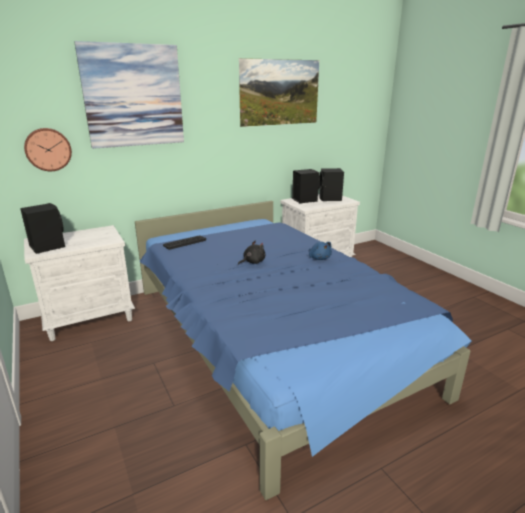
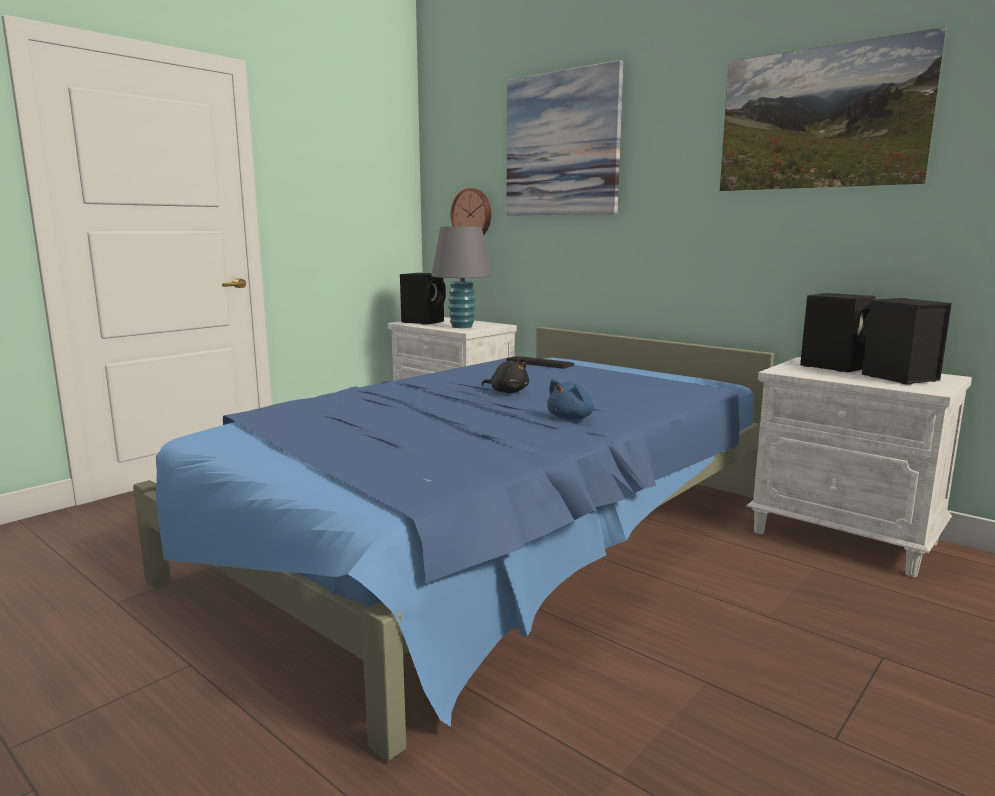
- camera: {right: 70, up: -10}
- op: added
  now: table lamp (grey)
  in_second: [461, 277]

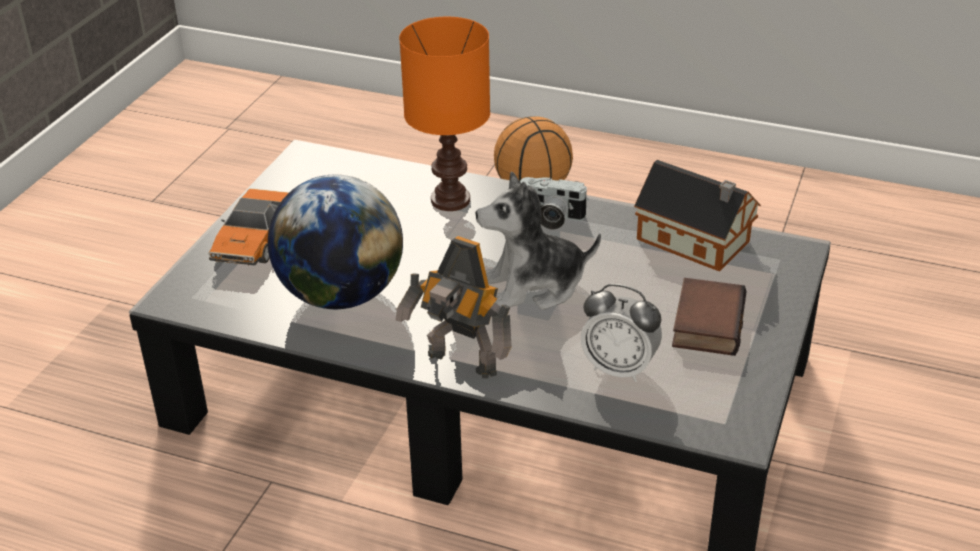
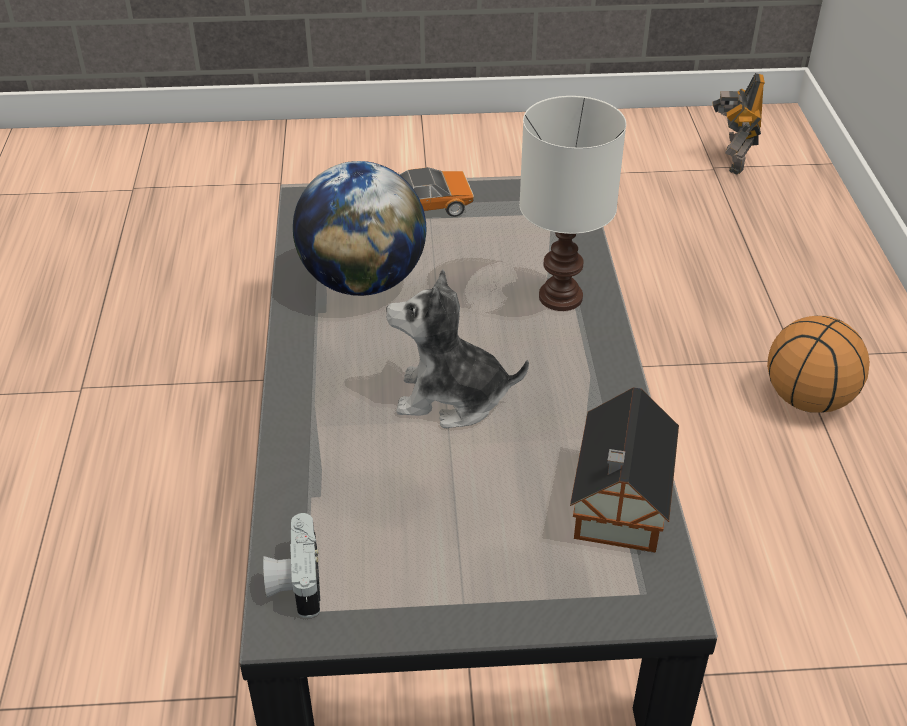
- camera: {right: 65, up: 5}
- op: removed
  was: alarm clock
  in_first: [621, 333]
- op: removed
  was: book
  in_first: [709, 317]
- op: moved
  was: toy robot
  in_first: [453, 307]
  in_second: [738, 124]
- op: moved
  was: photo camera
  in_first: [554, 203]
  in_second: [292, 565]
- op: recoloured
  was: table lamp (orange)
  now: table lamp (white)
  in_first: [444, 114]
  in_second: [572, 203]
- op: turned
  was: plush toy
  in_first: [538, 240]
  in_second: [457, 348]
  clockwise: -45

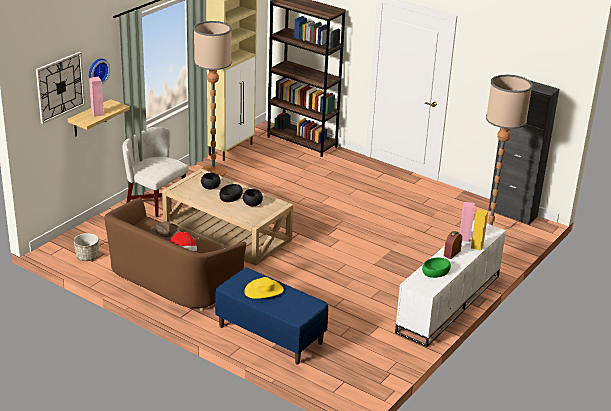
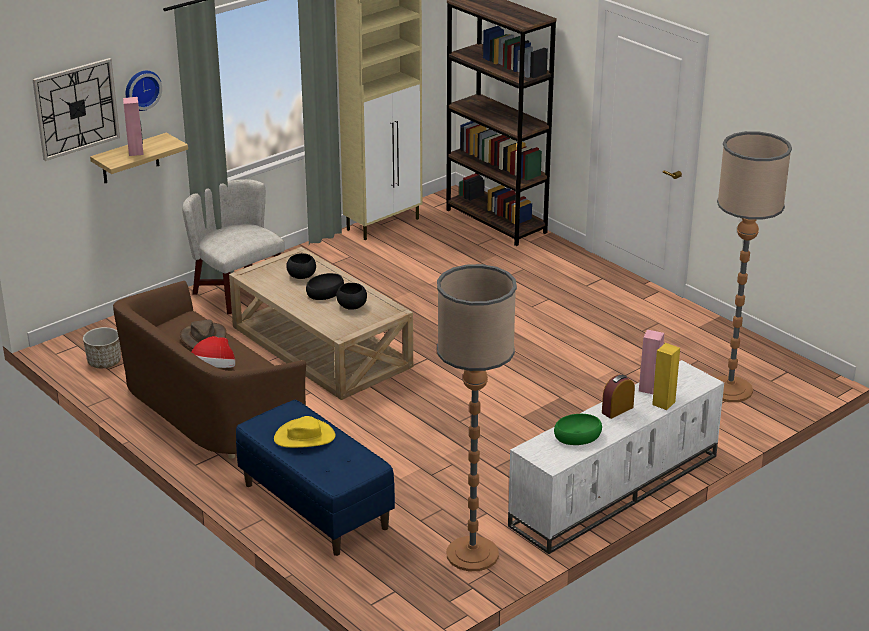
- camera: {right: 15, up: 0}
- op: removed
  was: cabinet (black)
  in_first: [523, 153]
- op: moved
  was: floor lamp
  in_first: [212, 99]
  in_second: [477, 417]

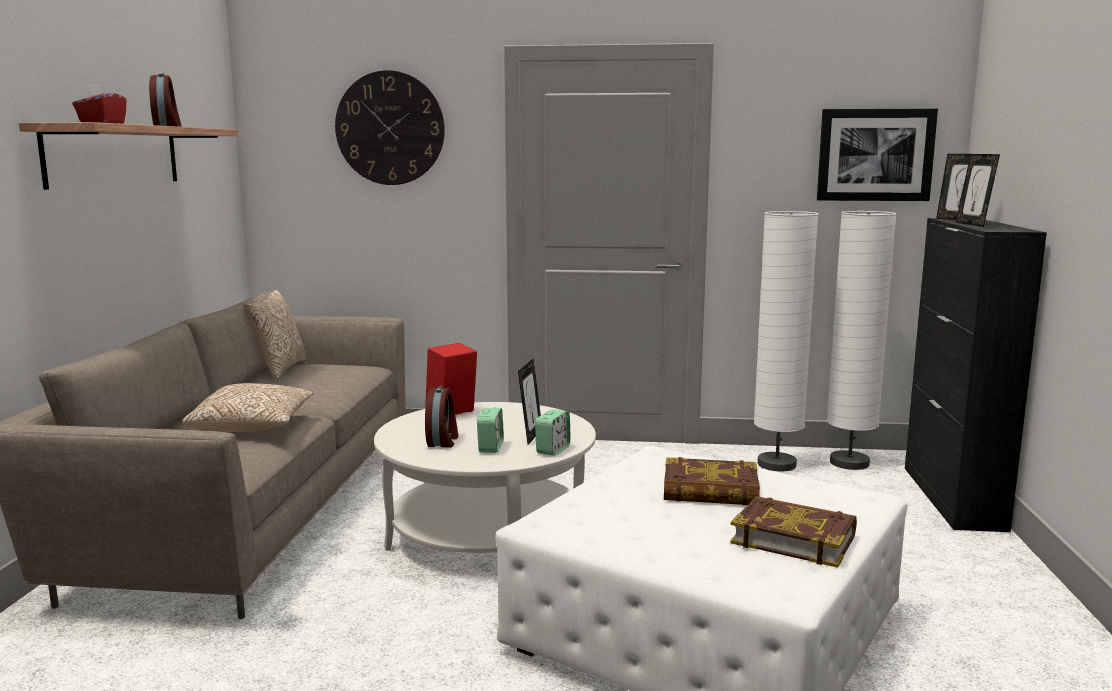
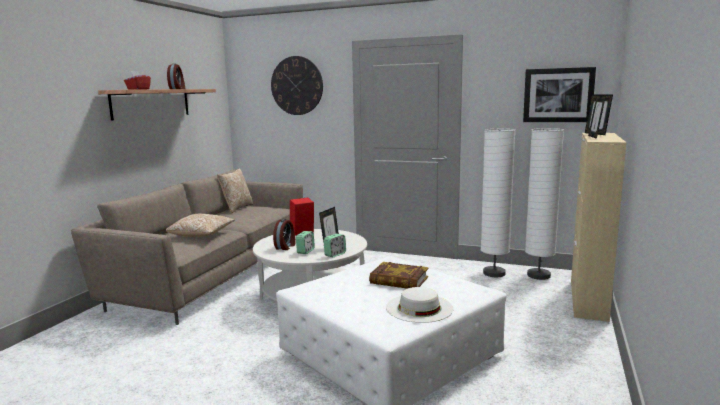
- camera: {right: 15, up: 0}
- op: replaced
  was: book
  now: hat (white)
  in_first: [793, 532]
  in_second: [419, 305]
- op: recoloured
  was: cabinet (black)
  now: cabinet (beige)
  in_first: [976, 375]
  in_second: [599, 227]

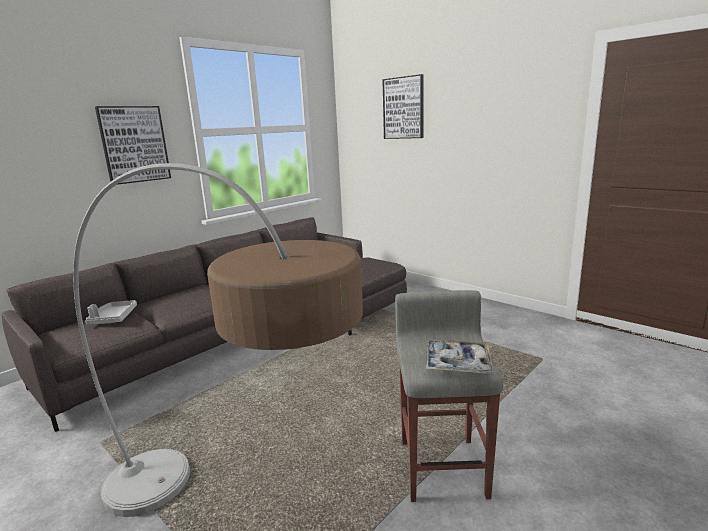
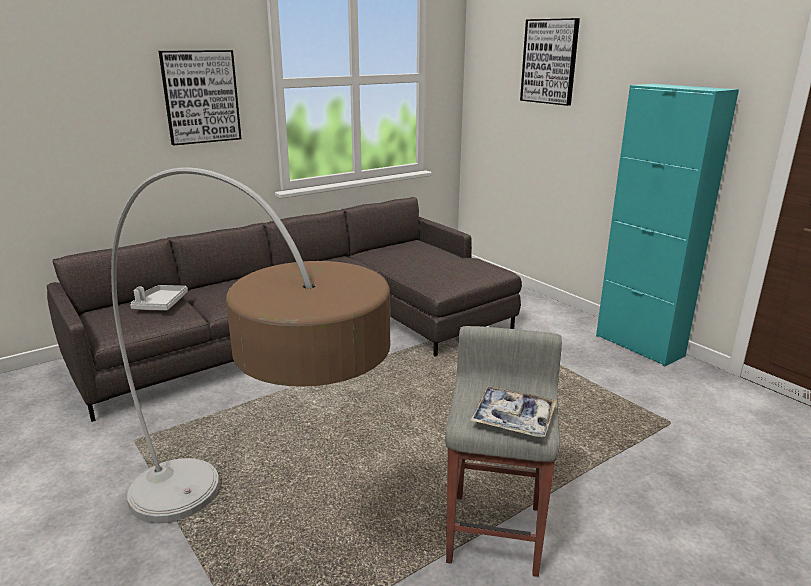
- camera: {right: 10, up: 5}
- op: added
  now: cabinet (turquoise)
  in_second: [667, 225]

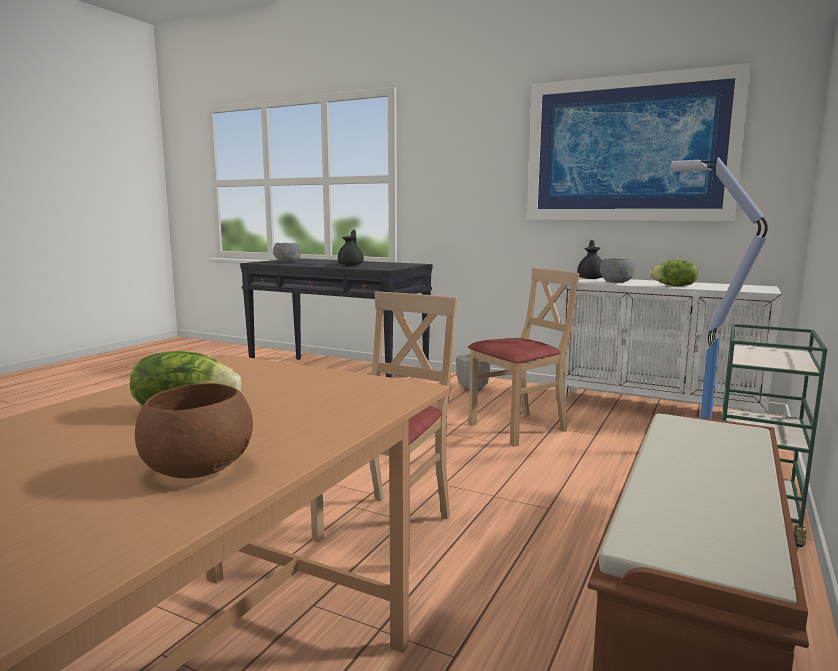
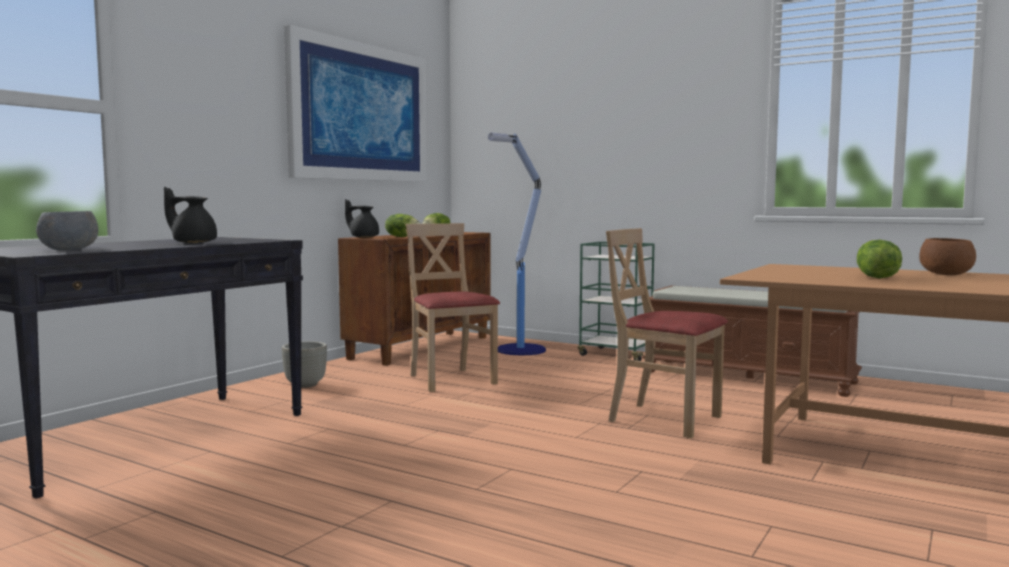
- camera: {right: -85, up: -5}
- op: replaced
  was: bowl (grey)
  now: lettuce
  in_first: [617, 270]
  in_second: [402, 225]
- op: recoloured
  was: cabinet (white)
  now: cabinet (brown)
  in_first: [670, 345]
  in_second: [414, 299]

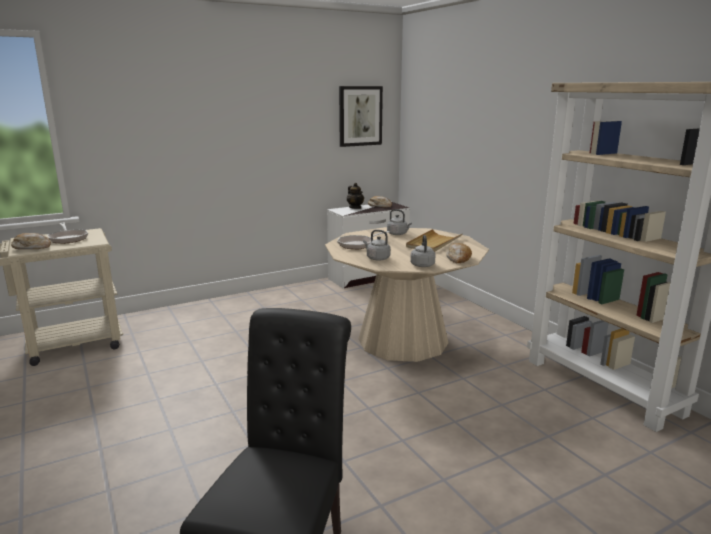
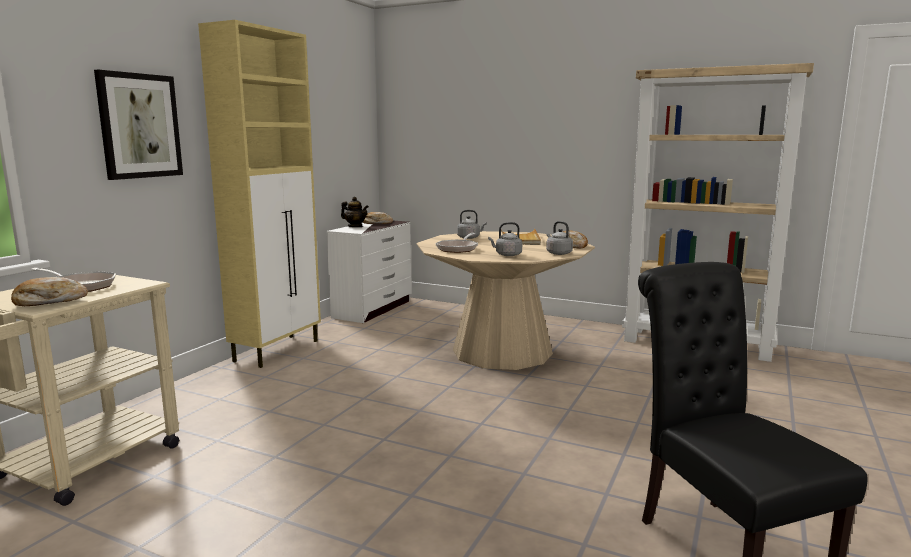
- camera: {right: -35, up: -5}
- op: added
  now: cabinet (beige)
  in_second: [259, 194]
- op: moved
  was: picture
  in_first: [361, 116]
  in_second: [138, 125]

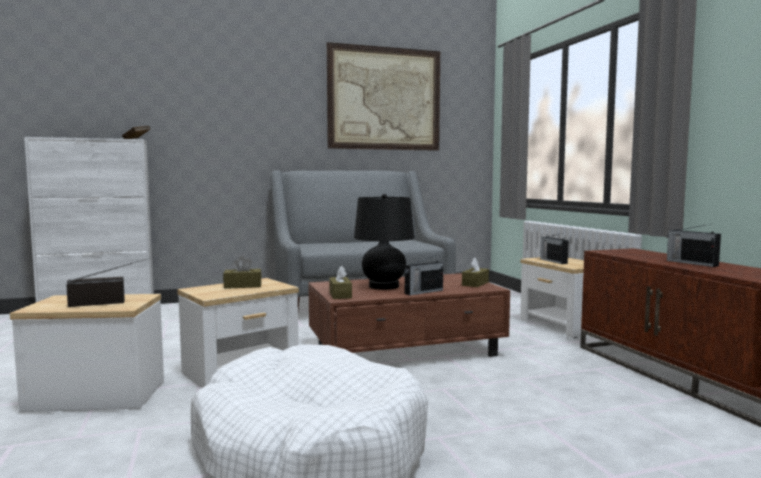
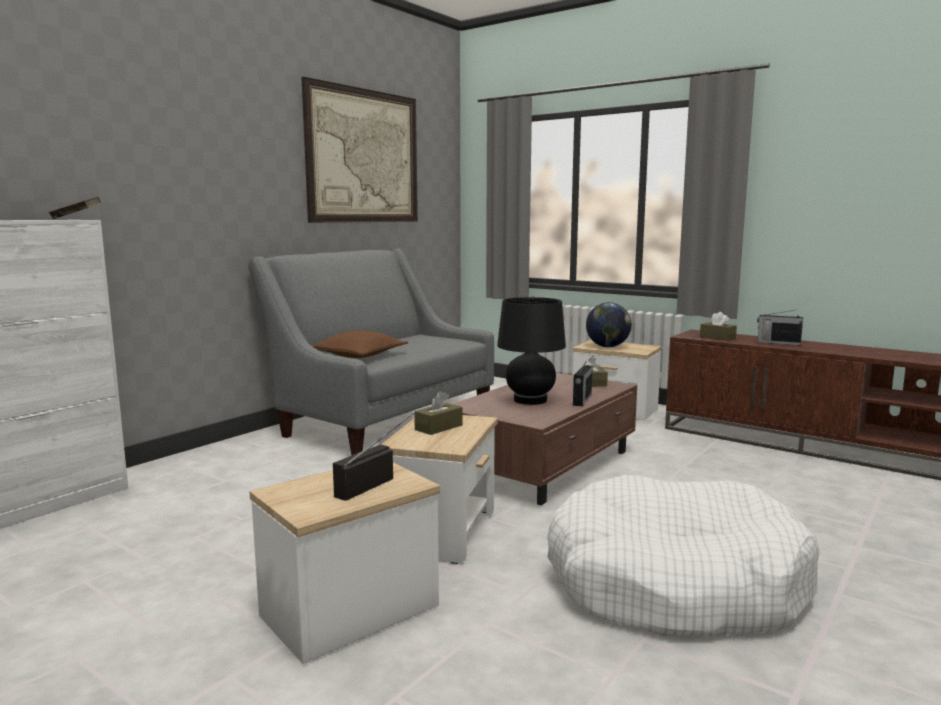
- camera: {right: -35, up: 5}
- op: added
  now: pillow (brown)
  in_second: [359, 344]
- op: moved
  was: tissue box (brown)
  in_first: [340, 282]
  in_second: [718, 326]
- op: replaced
  was: radio
  now: globe
  in_first: [554, 249]
  in_second: [609, 324]

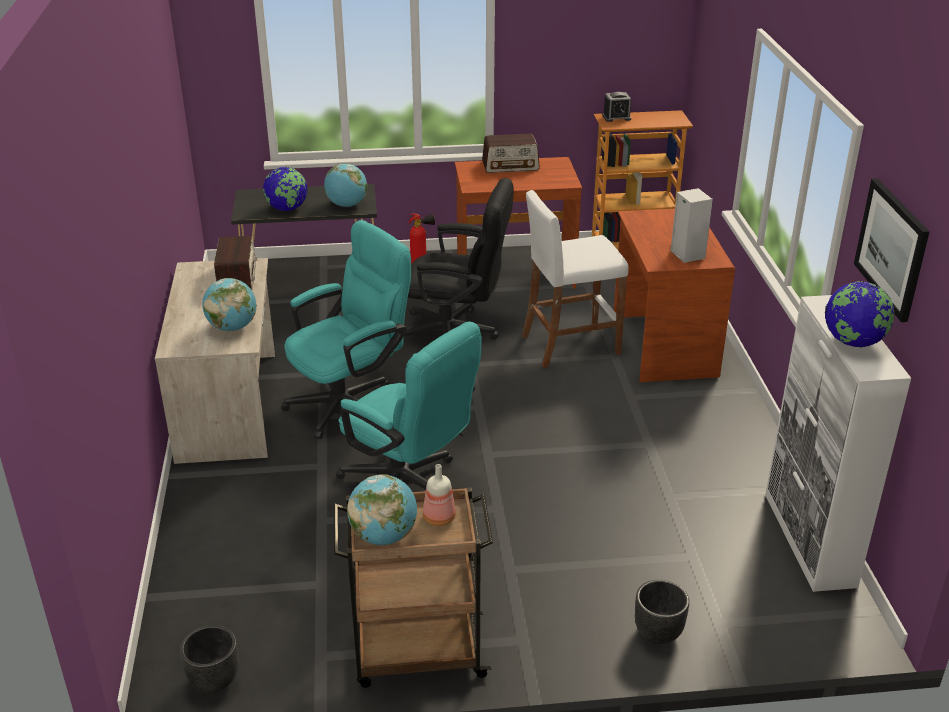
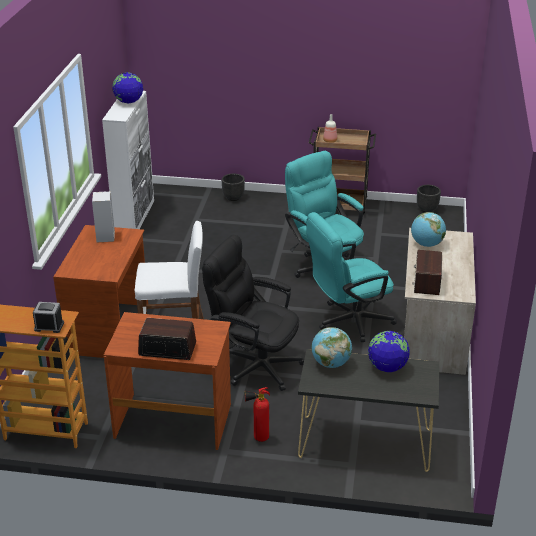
- camera: {right: -165, up: 0}
- op: removed
  was: globe
  in_first: [382, 509]
- op: removed
  was: picture
  in_first: [891, 250]

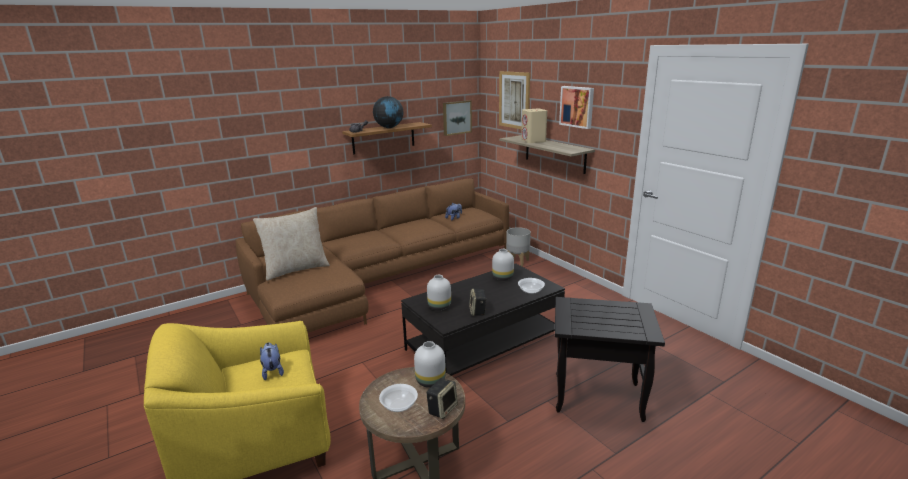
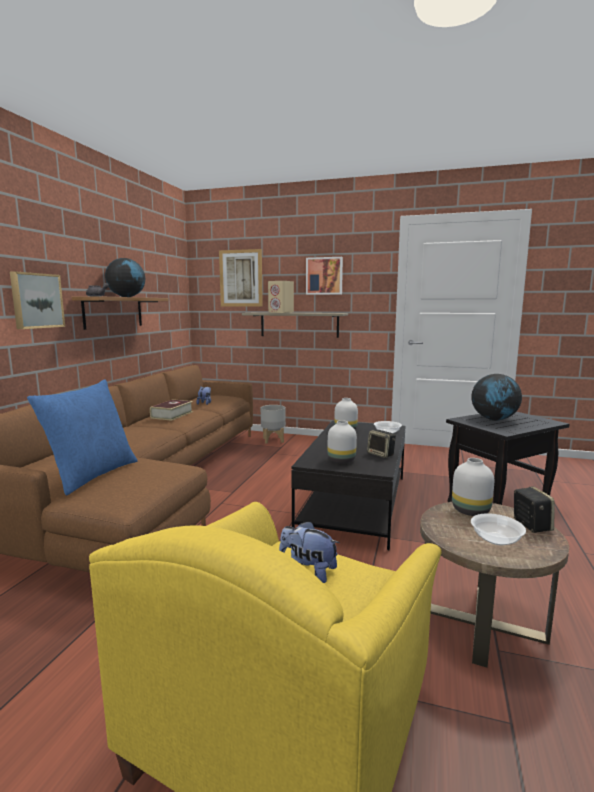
- camera: {right: -40, up: -10}
- op: added
  now: book
  in_second: [171, 410]
- op: added
  now: globe
  in_second: [496, 397]
- op: moved
  was: picture
  in_first: [457, 118]
  in_second: [37, 300]
- op: recoloured
  was: pillow (beige)
  now: pillow (blue)
  in_first: [291, 243]
  in_second: [82, 437]

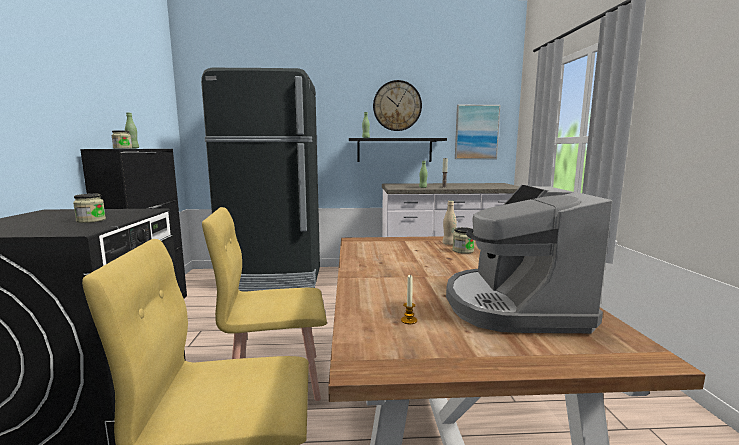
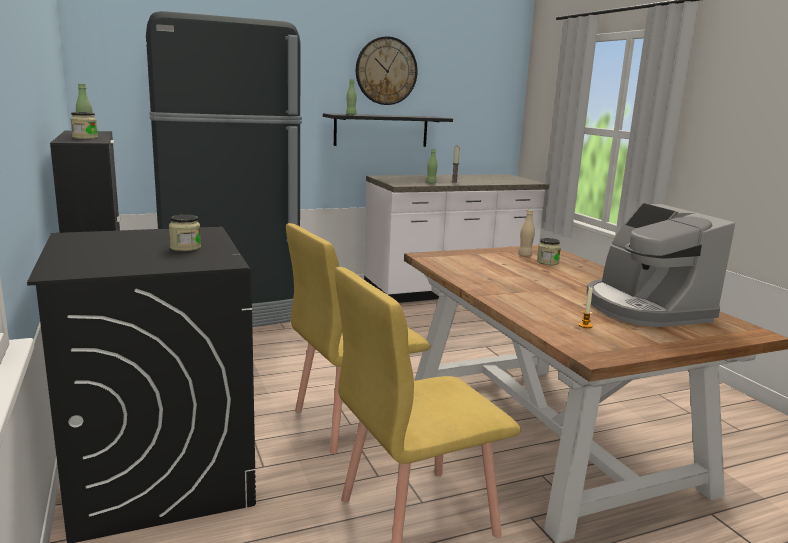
- camera: {right: -20, up: 5}
- op: removed
  was: picture
  in_first: [477, 132]

